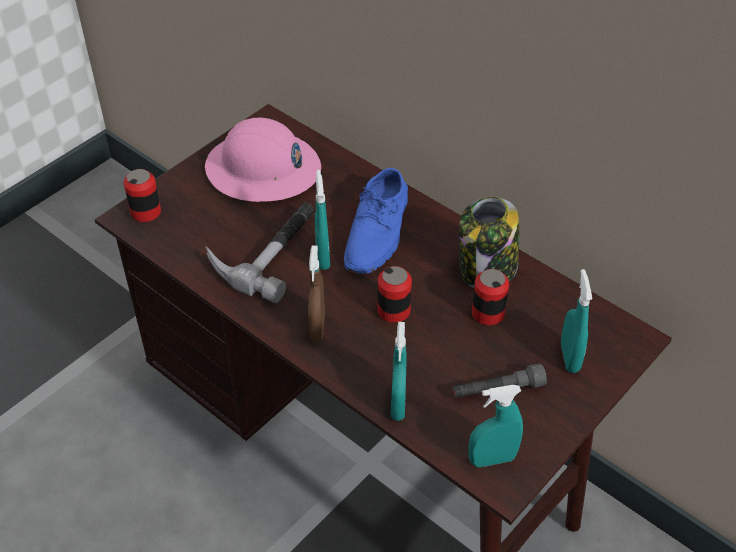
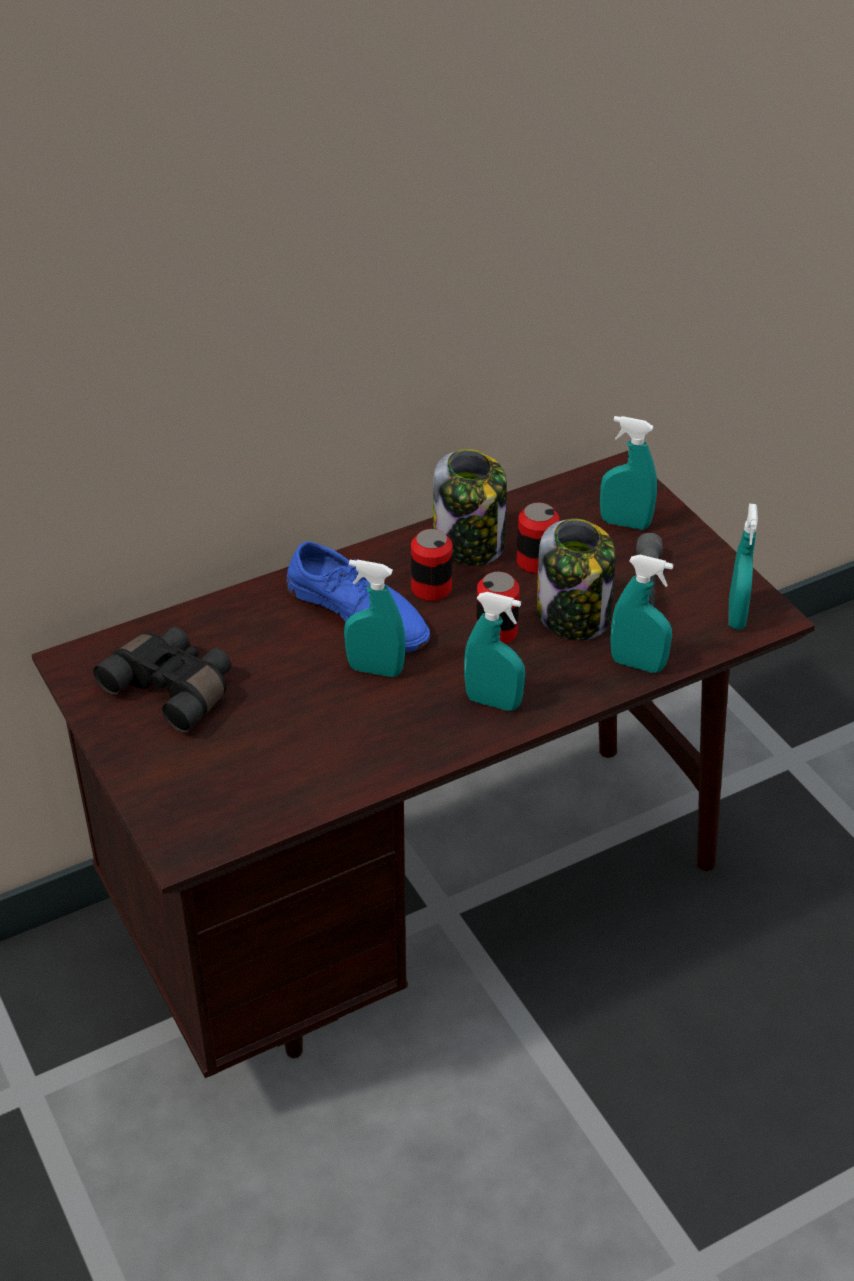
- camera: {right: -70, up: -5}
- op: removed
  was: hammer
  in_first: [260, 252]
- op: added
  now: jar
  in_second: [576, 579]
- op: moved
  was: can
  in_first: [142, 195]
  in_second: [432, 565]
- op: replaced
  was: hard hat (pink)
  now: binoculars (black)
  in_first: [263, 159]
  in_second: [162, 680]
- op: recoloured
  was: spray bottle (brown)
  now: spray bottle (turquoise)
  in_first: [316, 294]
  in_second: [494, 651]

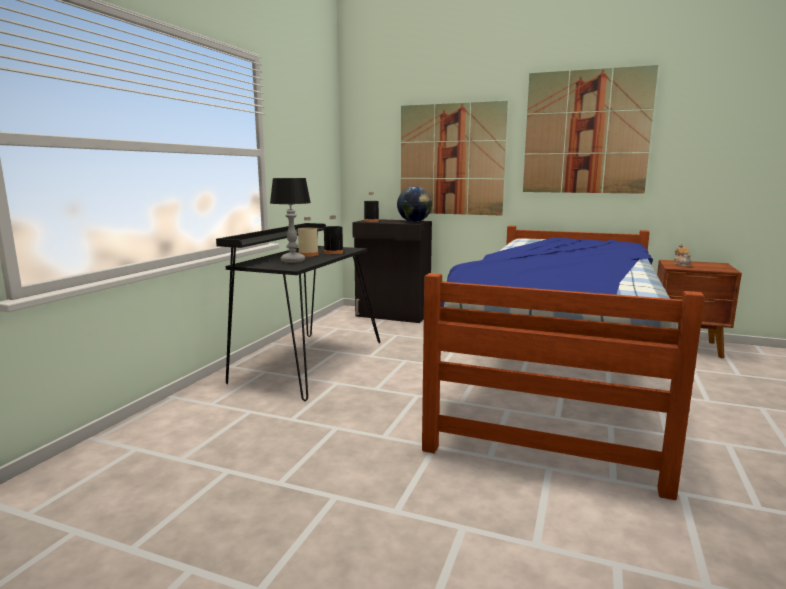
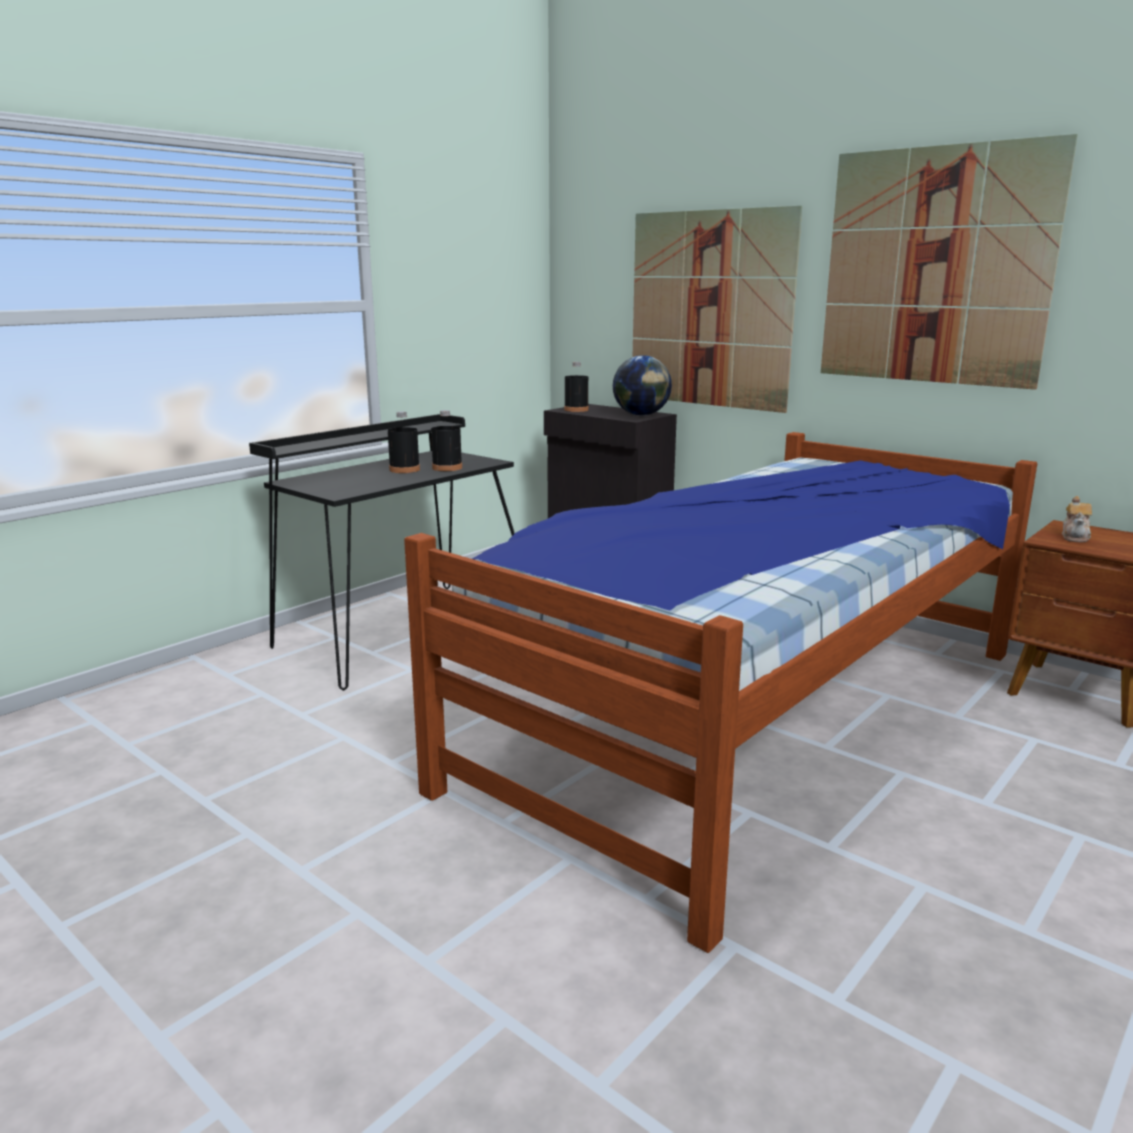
- camera: {right: 20, up: 5}
- op: removed
  was: table lamp
  in_first: [290, 220]
- op: recoloured
  was: bottle (beige)
  now: bottle (black)
  in_first: [308, 237]
  in_second: [404, 442]

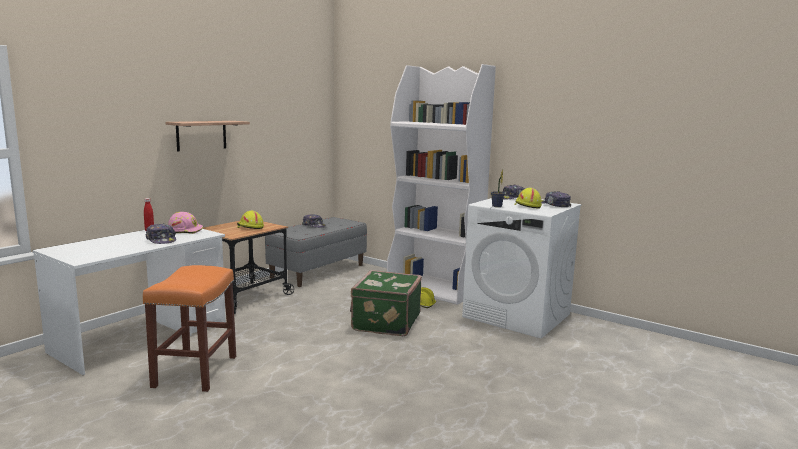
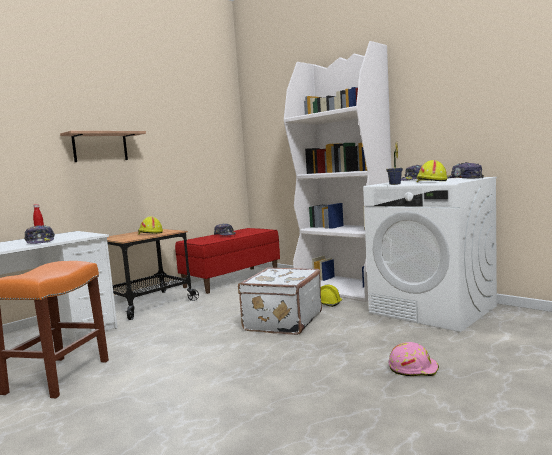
- camera: {right: 10, up: -5}
- op: moved
  was: hard hat (pink)
  in_first: [185, 223]
  in_second: [414, 359]
- op: recoloured
  was: bench (grey)
  now: bench (red)
  in_first: [316, 252]
  in_second: [227, 261]
- op: recoloured
  was: suitcase (green)
  now: suitcase (white)
  in_first: [386, 303]
  in_second: [280, 301]

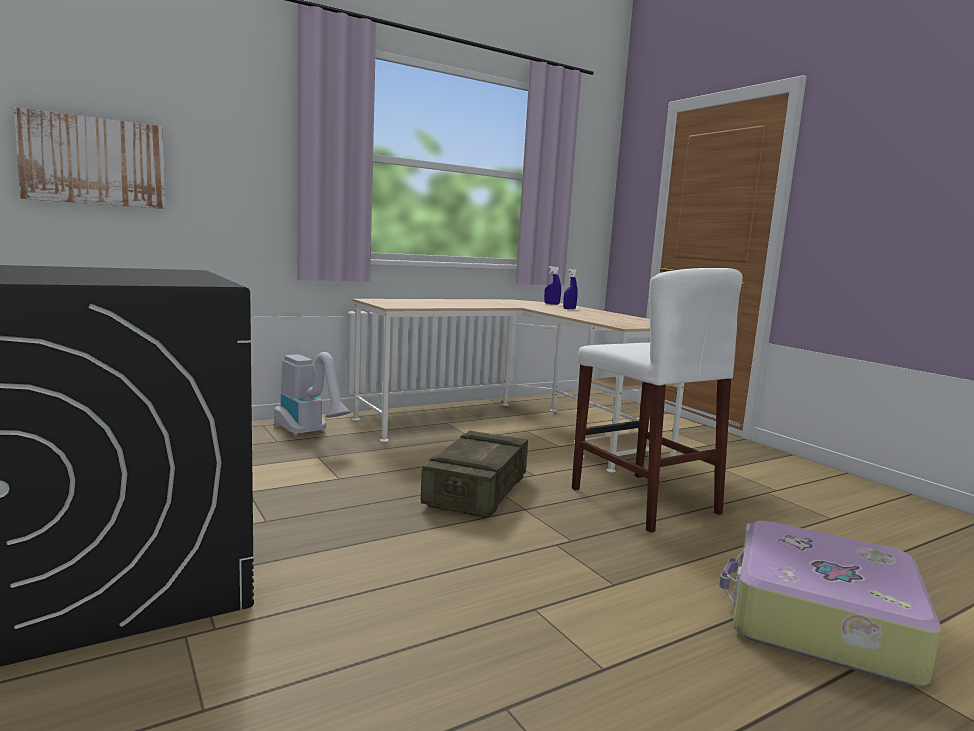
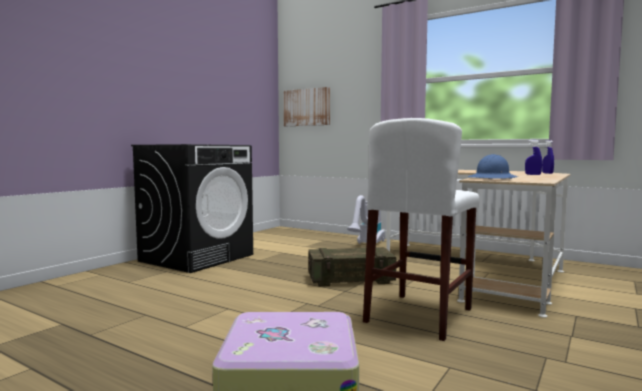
- camera: {right: 65, up: -5}
- op: added
  now: hard hat (blue)
  in_second: [493, 166]

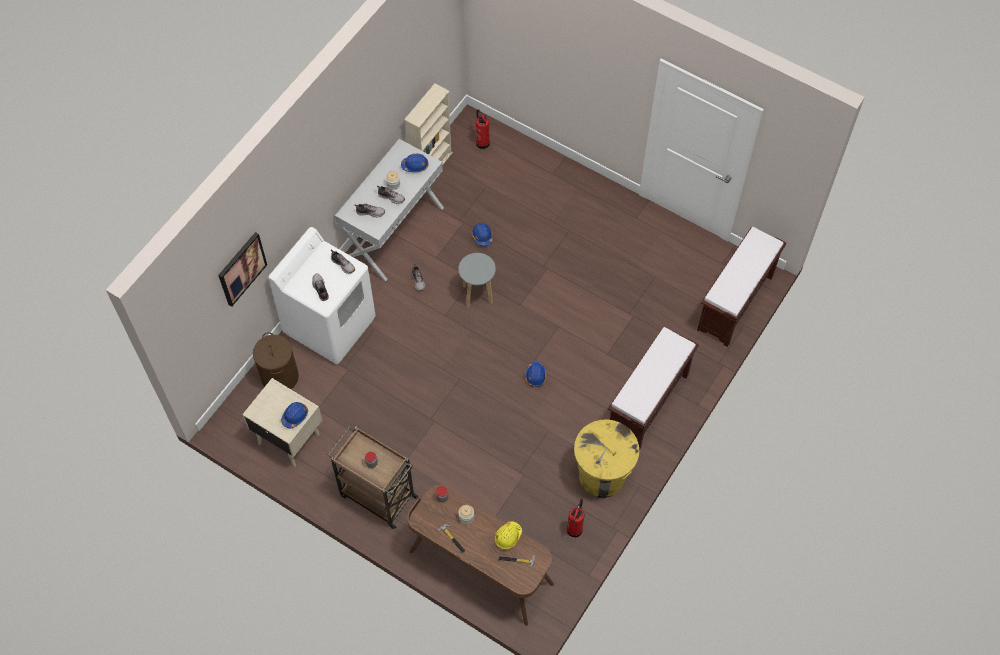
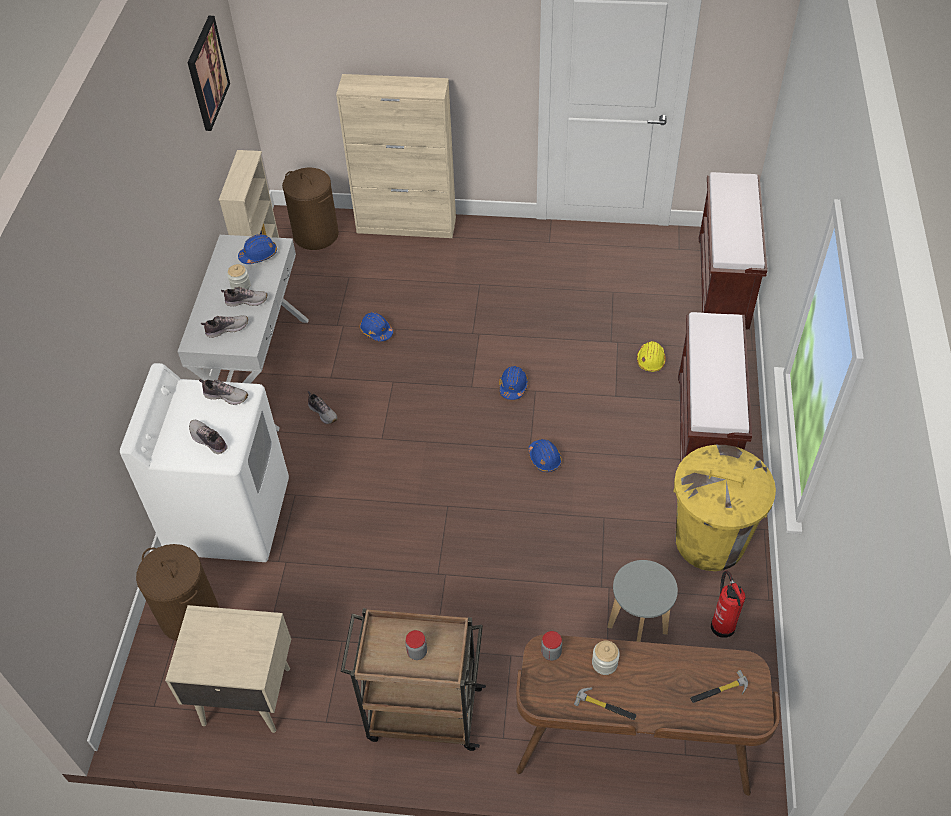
- camera: {right: -25, up: -10}
- op: added
  now: cabinet (beige)
  in_second: [396, 156]
- op: moved
  was: picture
  in_first: [242, 269]
  in_second: [208, 73]
- op: moved
  was: hard hat (blue)
  in_first: [294, 415]
  in_second: [513, 383]
- op: moved
  was: stool (grey)
  in_first: [477, 280]
  in_second: [643, 601]
- op: moved
  was: hard hat (yellow)
  in_first: [508, 535]
  in_second: [651, 356]
- op: replaced
  was: fire extinguisher
  now: laundry basket (brown)
  in_first: [483, 129]
  in_second: [310, 209]

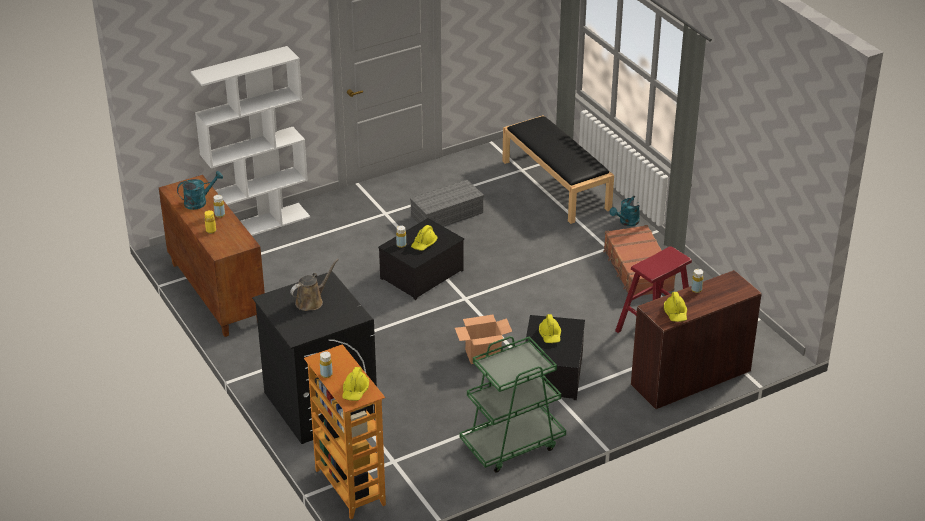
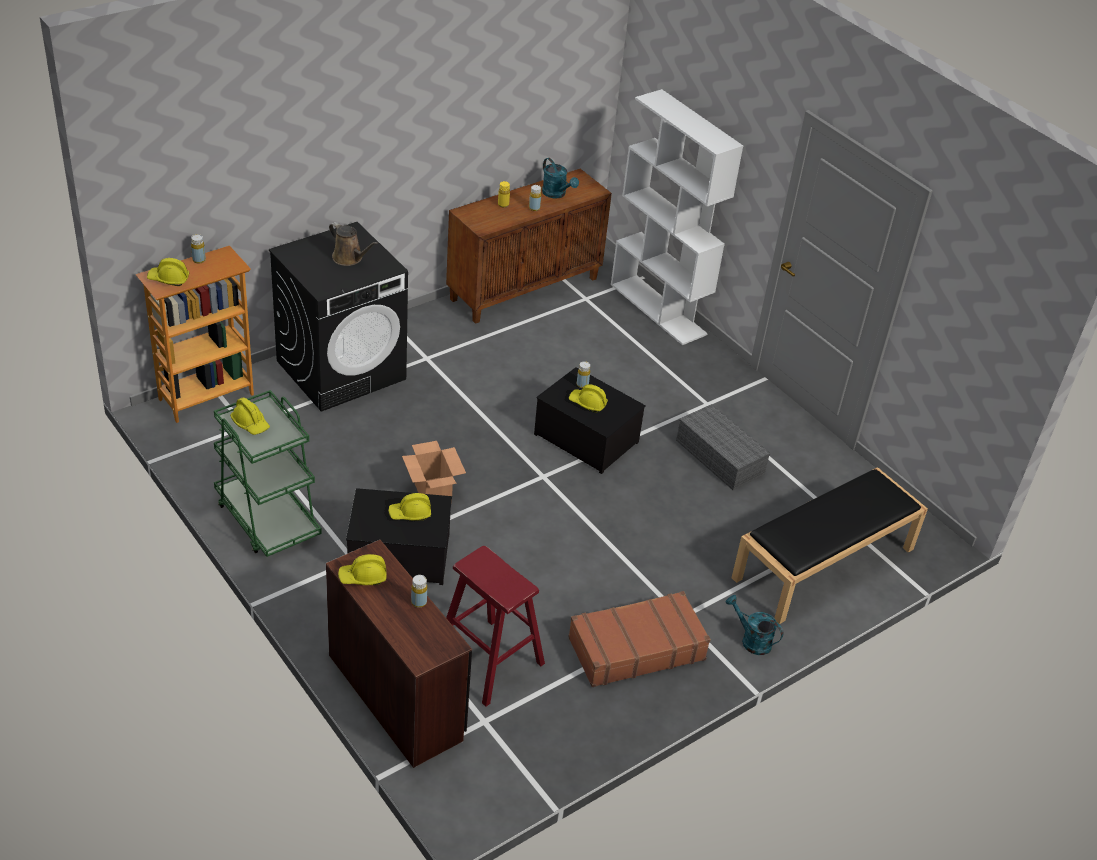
- camera: {right: 80, up: 5}
- op: added
  now: hard hat (yellow)
  in_second: [250, 416]

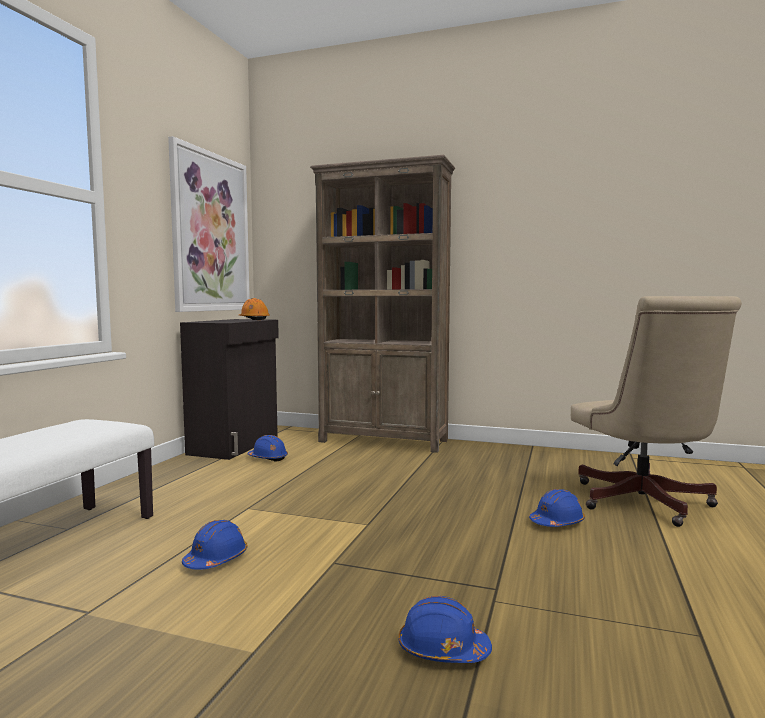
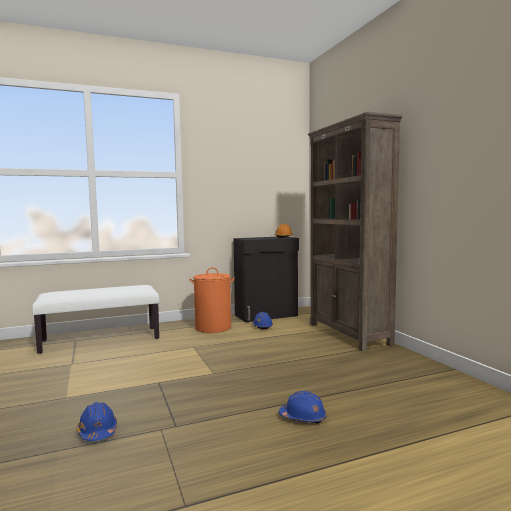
- camera: {right: 50, up: 0}
- op: removed
  was: picture
  in_first: [209, 224]
- op: removed
  was: hard hat (blue)
  in_first: [215, 545]
- op: removed
  was: office chair (beige)
  in_first: [656, 411]
- op: added
  now: laundry basket (orange)
  in_second: [212, 300]

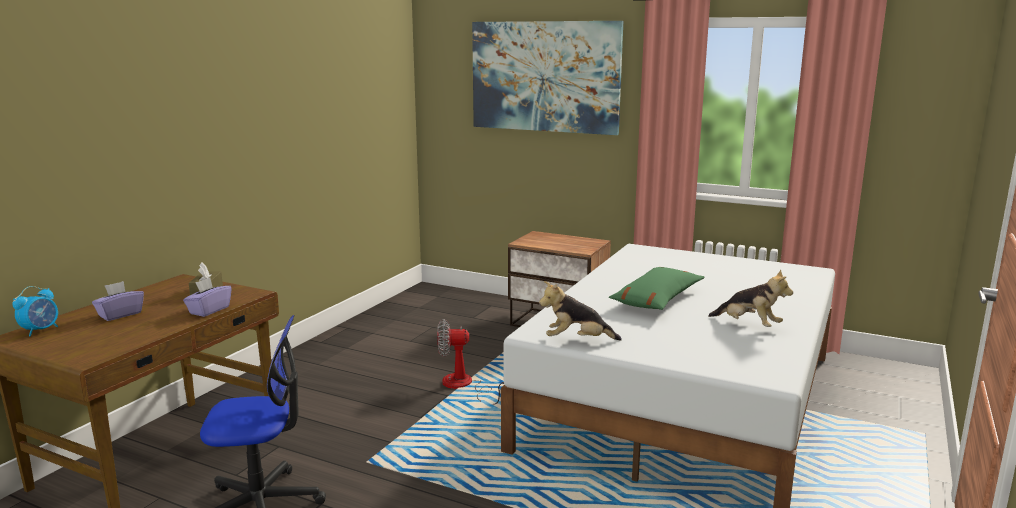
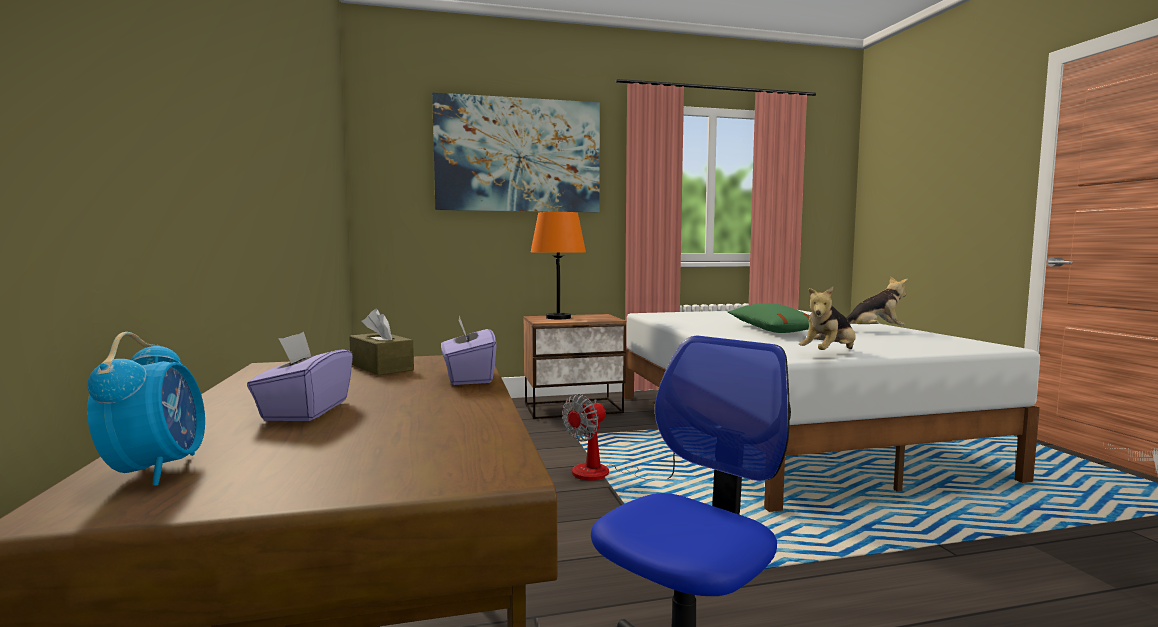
- camera: {right: -40, up: -10}
- op: added
  now: table lamp (orange)
  in_second: [558, 265]

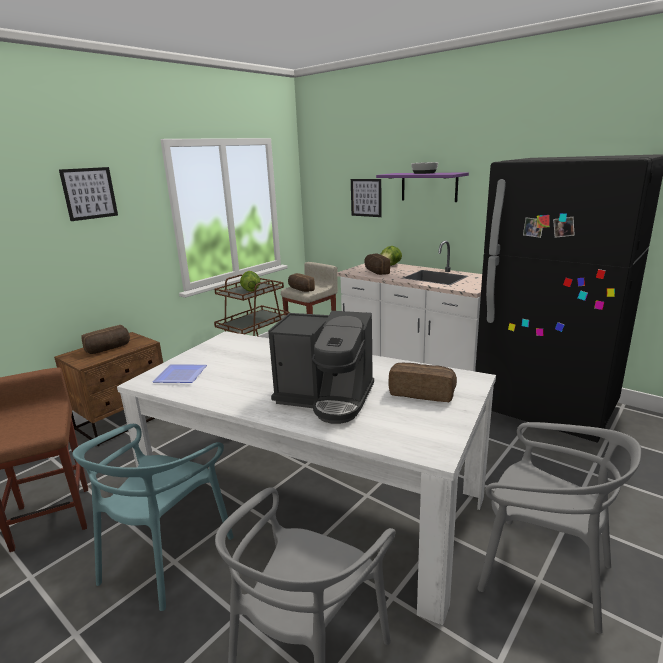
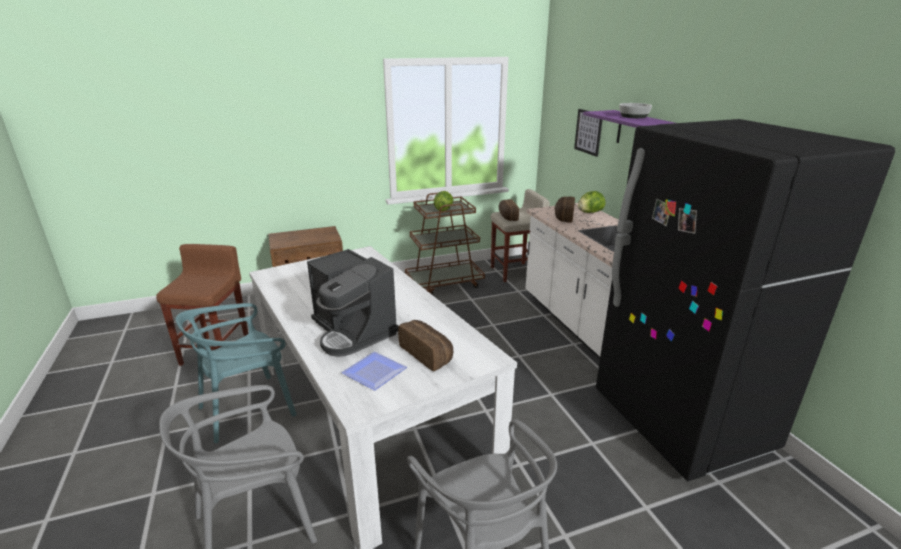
- camera: {right: 30, up: 5}
- op: removed
  was: picture
  in_first: [88, 194]
- op: removed
  was: bread
  in_first: [106, 339]
- op: moved
  was: plate
  in_first: [180, 373]
  in_second: [374, 371]

